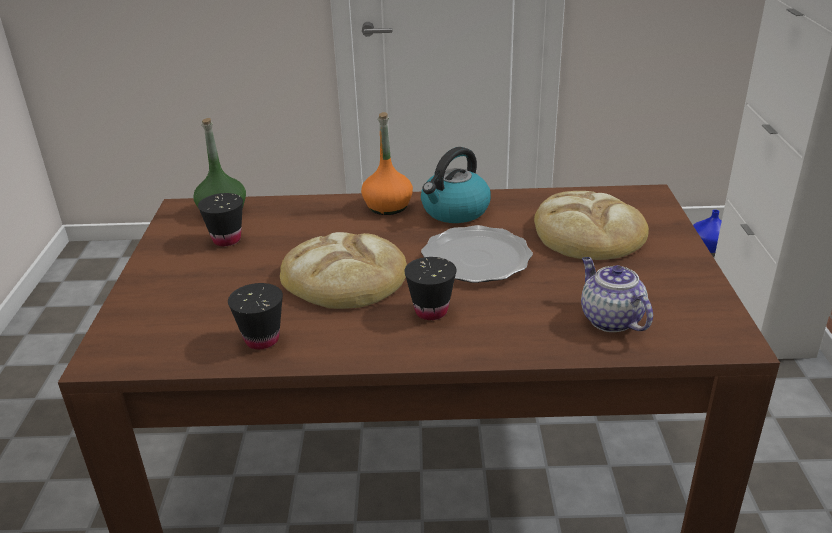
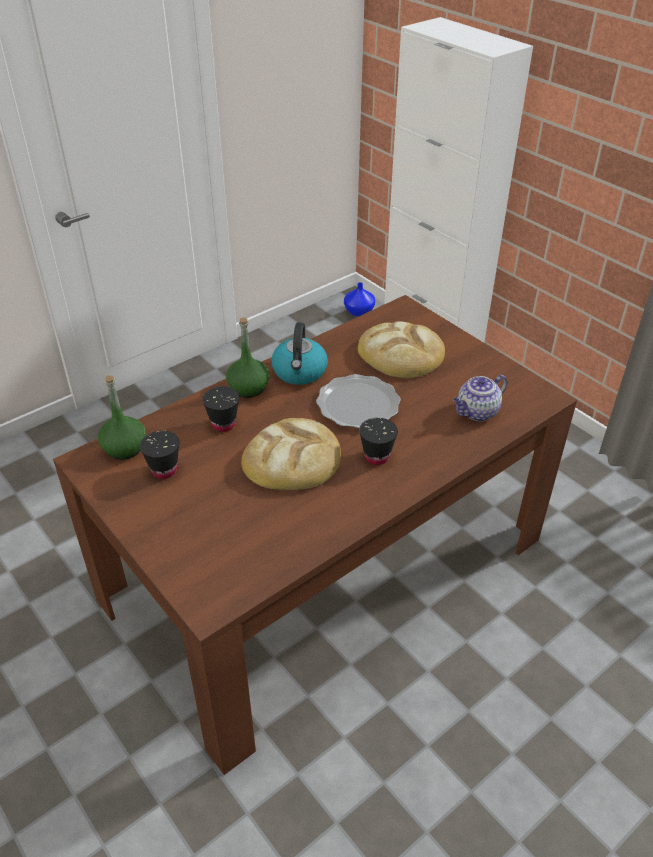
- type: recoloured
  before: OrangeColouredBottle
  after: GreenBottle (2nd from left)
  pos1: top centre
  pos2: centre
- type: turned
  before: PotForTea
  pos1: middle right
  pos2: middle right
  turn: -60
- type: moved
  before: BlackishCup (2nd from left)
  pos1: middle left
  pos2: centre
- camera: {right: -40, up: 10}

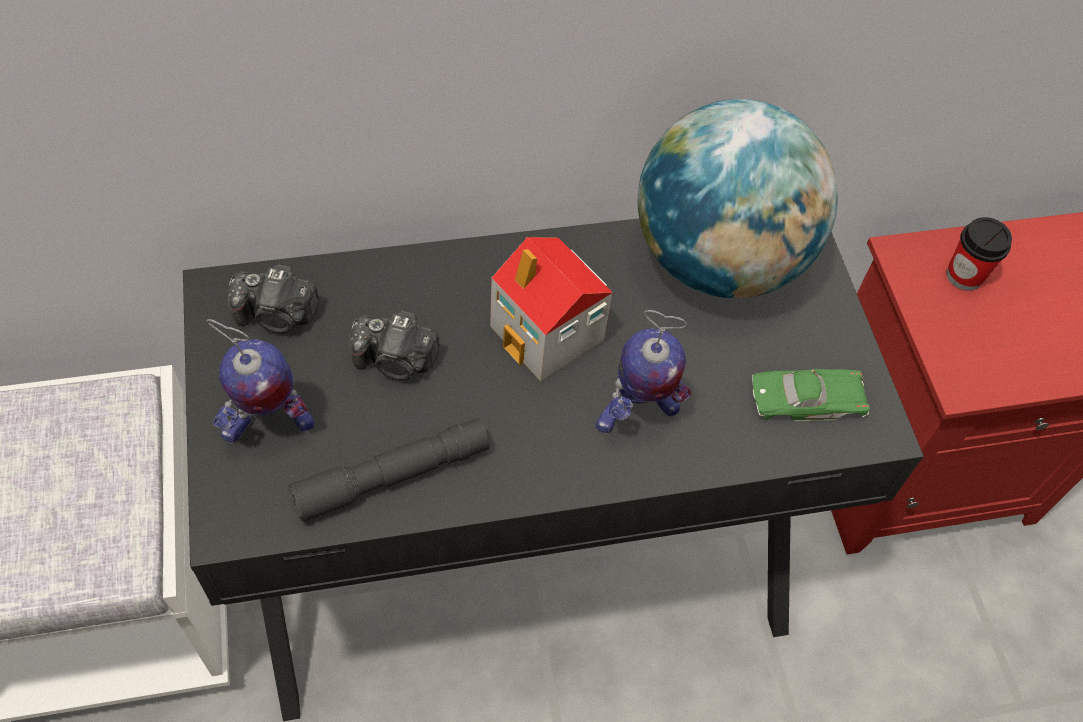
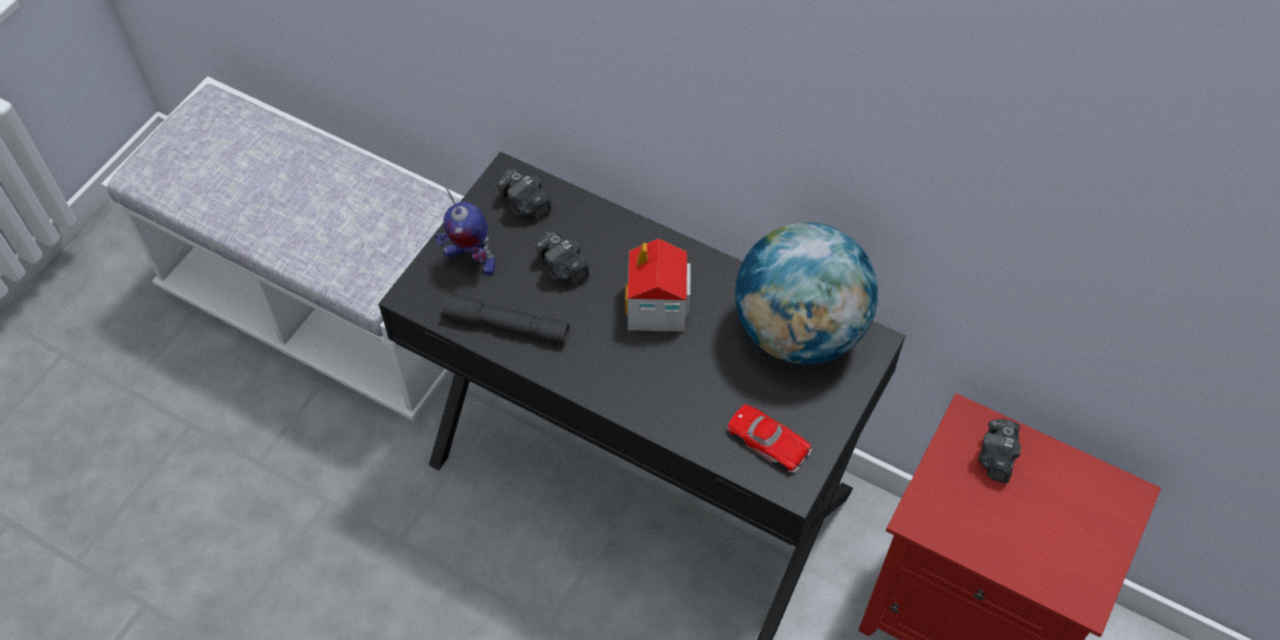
- type: replaced
  before: Cup
  after: PhotoCamera (3rd from left)
  pos1: middle right
  pos2: bottom right
- type: removed
  before: ModelRobot (2nd from left)
  pos1: centre
- type: recoloured
  before: GreenToyCar
  after: RedToyCar
  pos1: middle right
  pos2: bottom centre
- camera: {right: 45, up: 0}

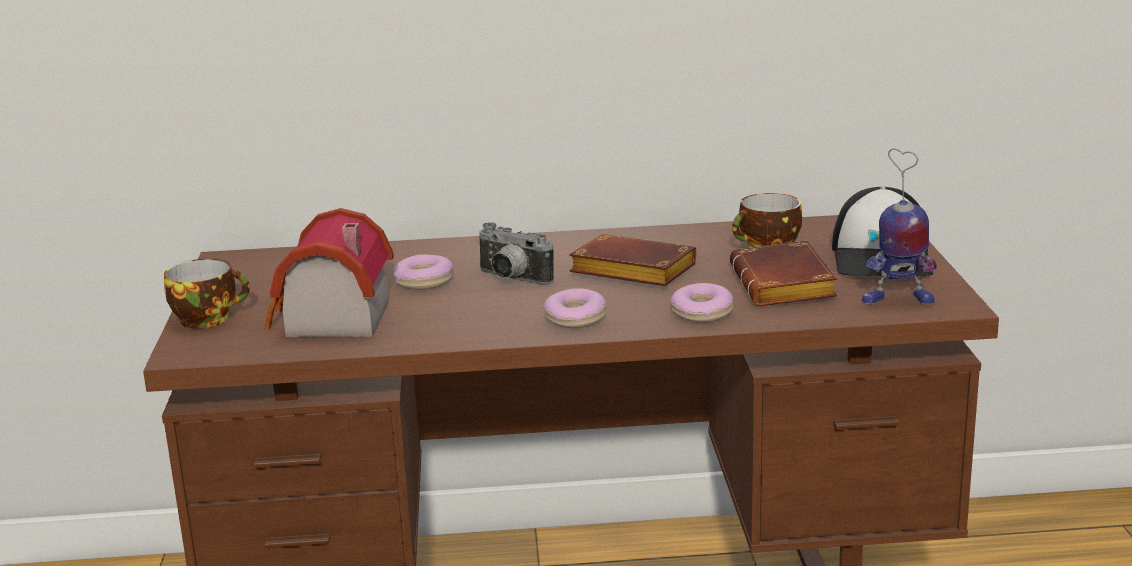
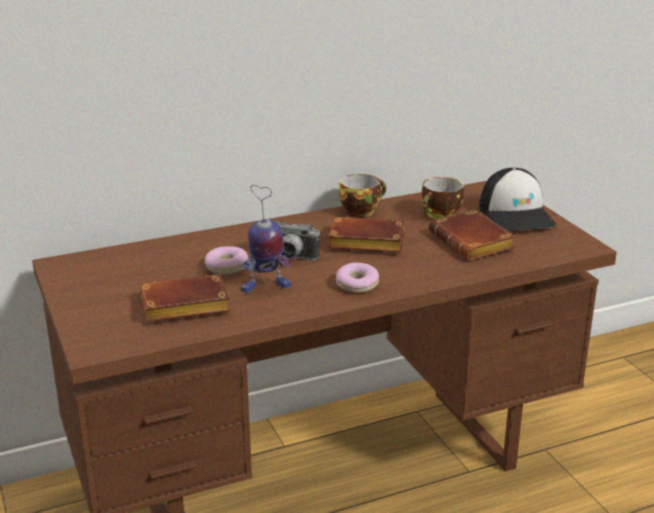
- type: moved
  before: ModelRobot
  pos1: middle right
  pos2: centre
- type: replaced
  before: ToyHouse
  after: BrownColouredVolume (1st from left)
  pos1: middle left
  pos2: middle left
- type: moved
  before: Cup (1st from left)
  pos1: middle left
  pos2: centre
- type: removed
  before: Doughnut (3rd from left)
  pos1: centre
- camera: {right: -20, up: 5}

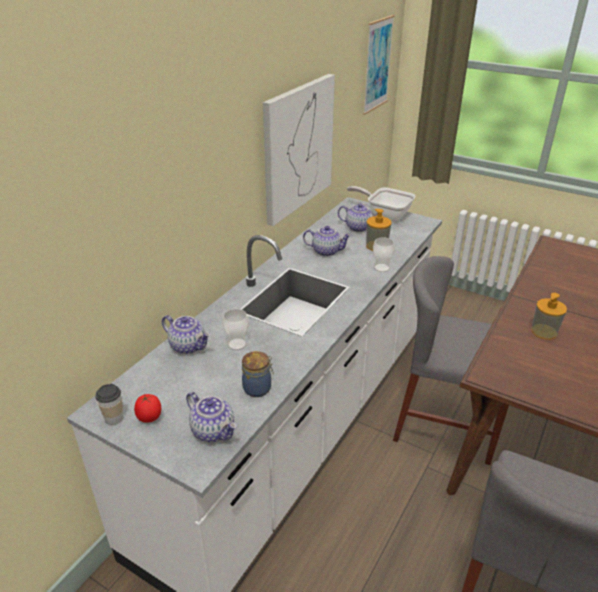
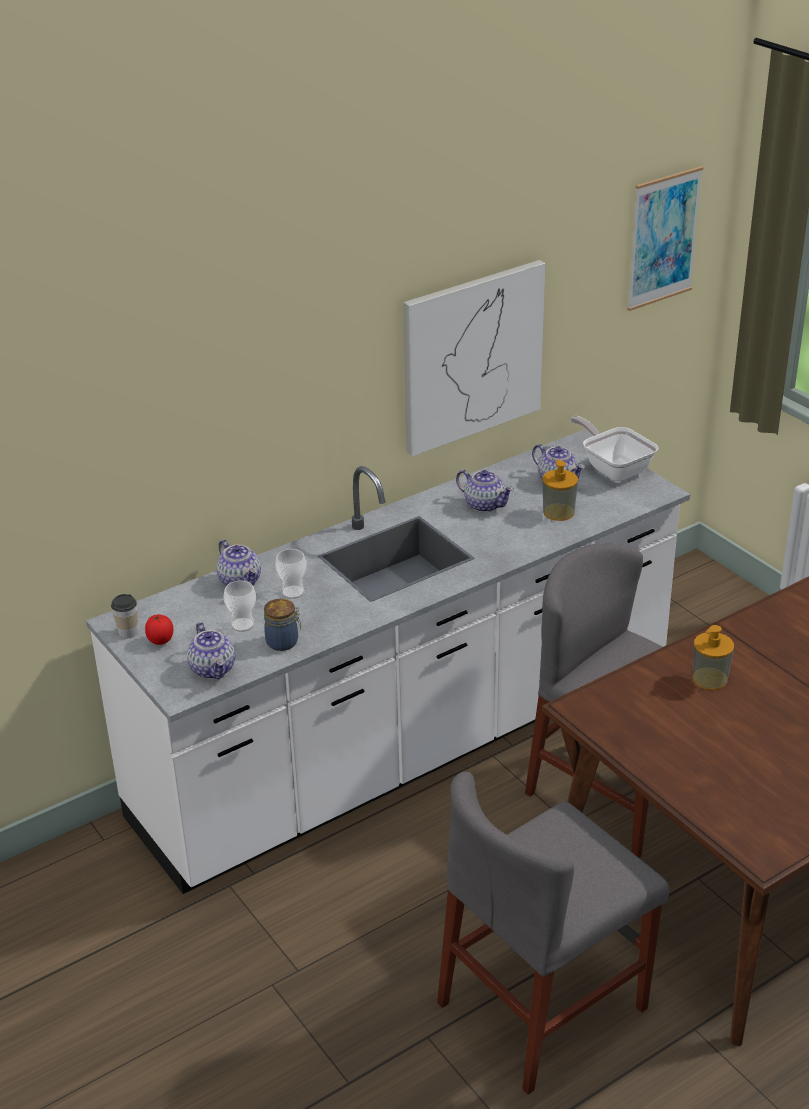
- type: moved
  before: Cup (3rd from left in the first image)
  after: Cup (2nd from left)
  pos1: centre
  pos2: middle left
- camera: {right: 25, up: 0}

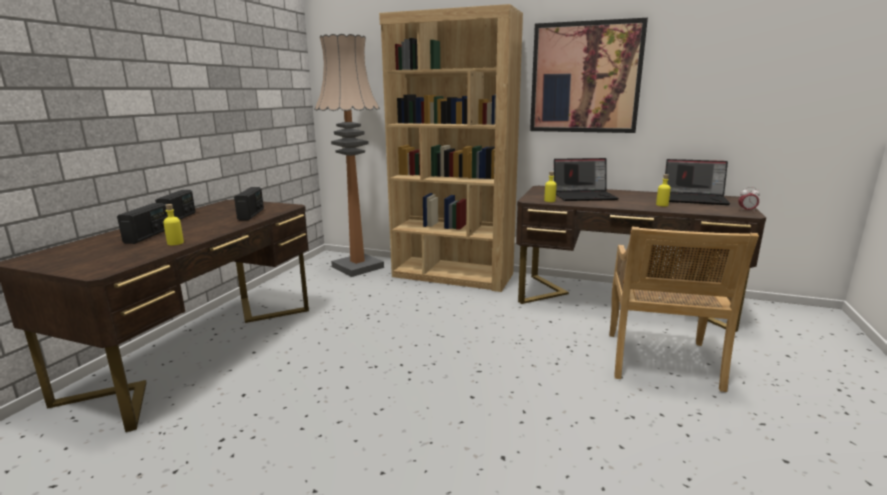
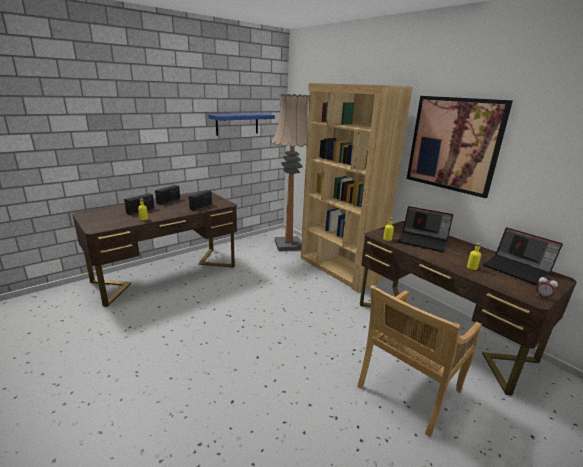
- type: added
  after: BluishWallShelf
  pos2: top centre
- camera: {right: 30, up: 5}

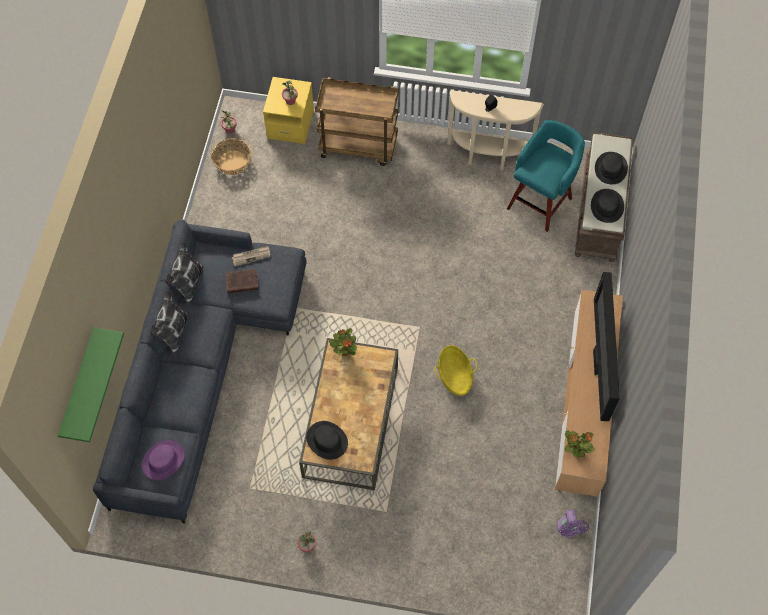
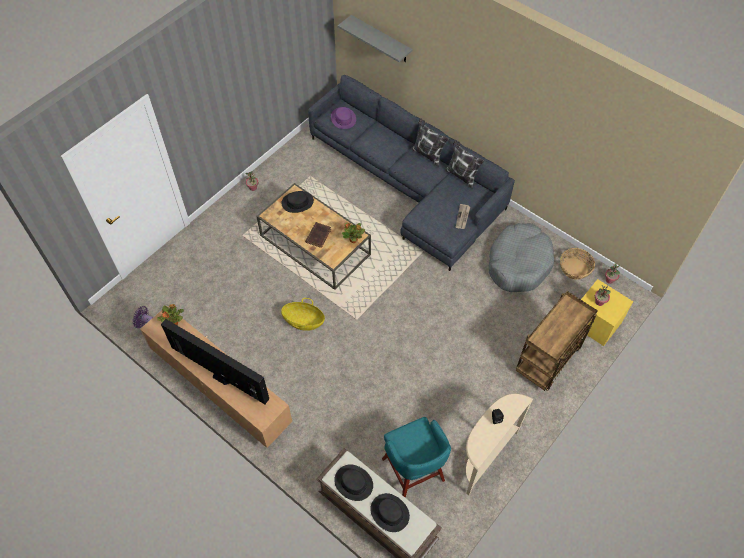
- type: moved
  before: BrownColouredVolume
  pos1: middle left
  pos2: centre
- type: recoloured
  before: GreenWallShelf
  after: GreyWallShelf
  pos1: middle left
  pos2: top centre
- type: added
  after: GreyPetBed
  pos2: middle right
- camera: {right: 120, up: -5}

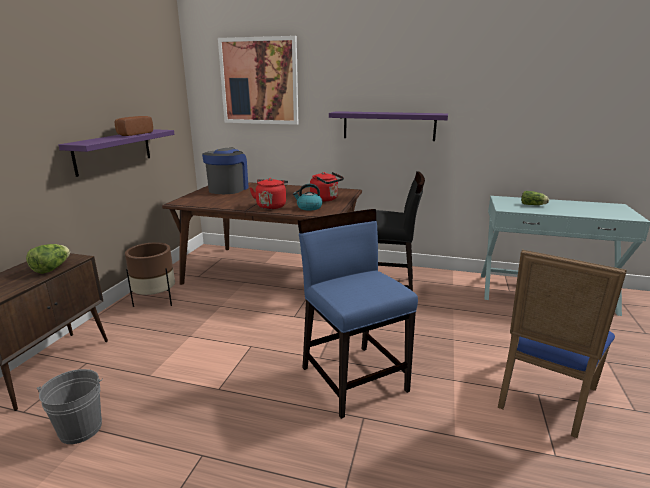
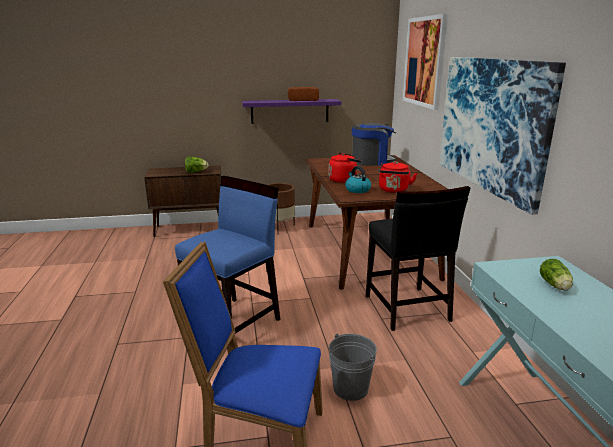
- type: replaced
  before: PurpleWallShelf (2nd from left)
  after: WallPicture (2nd from left)
  pos1: top centre
  pos2: top right
- type: moved
  before: GreyWaterBucket
  pos1: bottom left
  pos2: bottom centre
- camera: {right: 65, up: 0}

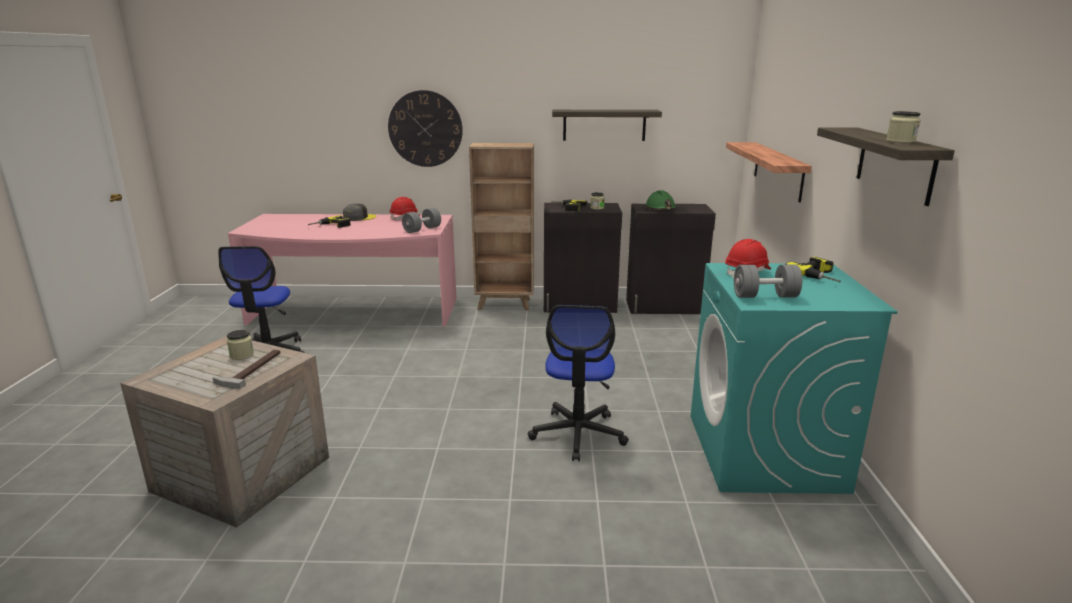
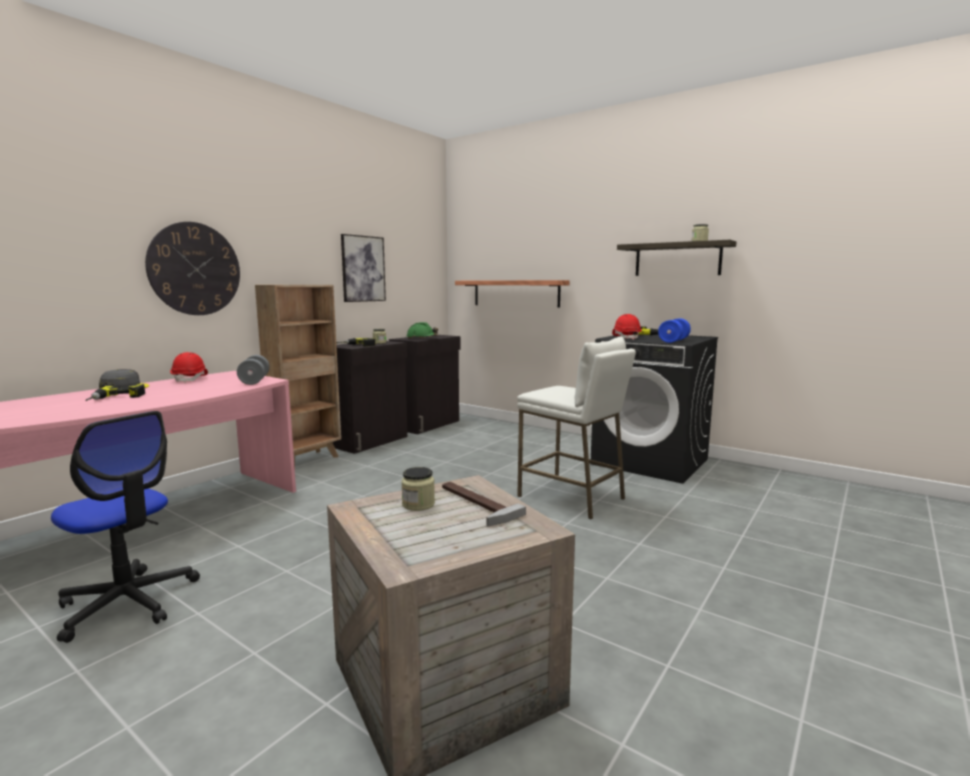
- type: replaced
  before: WallShelf (1st from left)
  after: WallPicture
  pos1: top centre
  pos2: centre
- type: recoloured
  before: TurquoiseLaundryAppliance
  after: BlackishLaundryAppliance
  pos1: middle right
  pos2: middle right
- type: recoloured
  before: GreyDumbbell (2nd from left)
  after: BluishDumbbell
  pos1: middle right
  pos2: middle right
- type: replaced
  before: DeskChair (2nd from left)
  after: WhiteColouredSittingStool
  pos1: centre
  pos2: centre
- camera: {right: -55, up: -10}

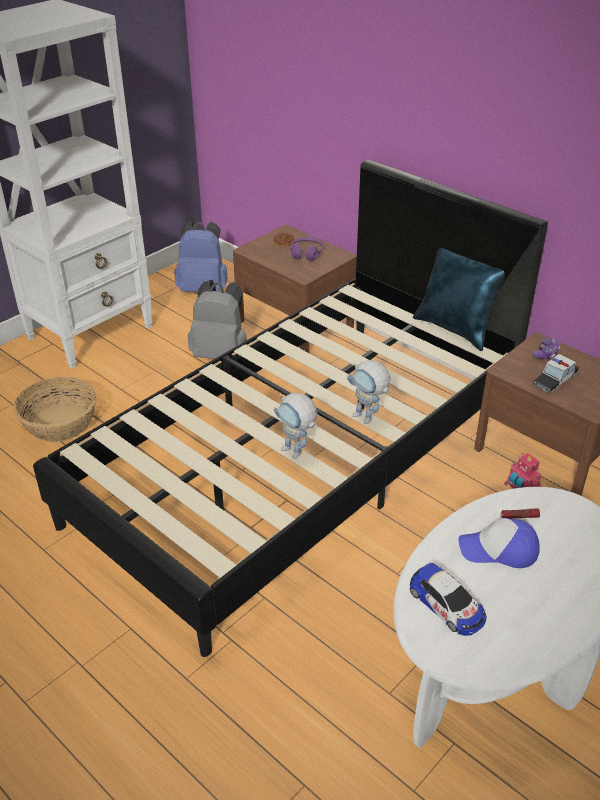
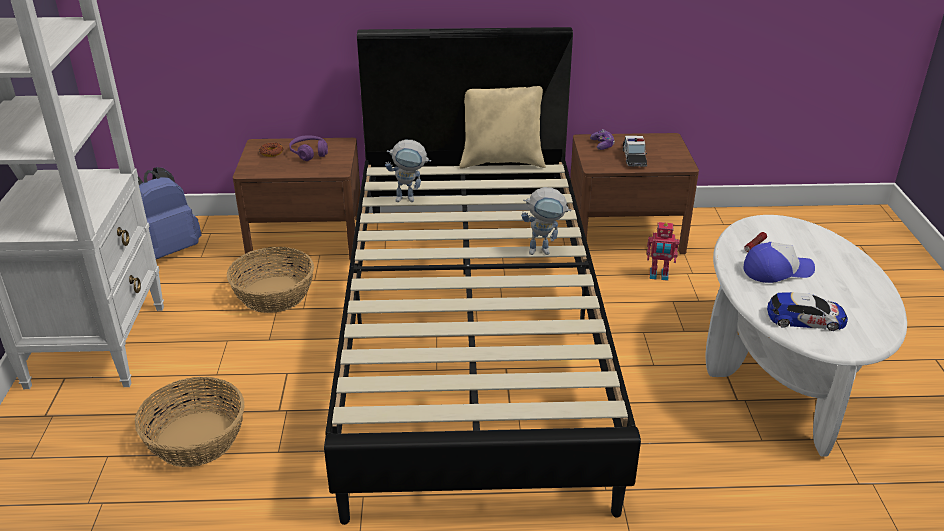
- type: recoloured
  before: BluishCushion
  after: SandColouredCushion
  pos1: middle right
  pos2: top centre
- type: replaced
  before: GreyKnapsack
  after: StorageBasket (2nd from left)
  pos1: centre
  pos2: middle left
- type: moved
  before: ModelRobot (1st from left)
  pos1: centre
  pos2: top centre
- type: turned
  before: Cap
  pos1: bottom right
  pos2: middle right
  turn: -150
- camera: {right: -45, up: -5}

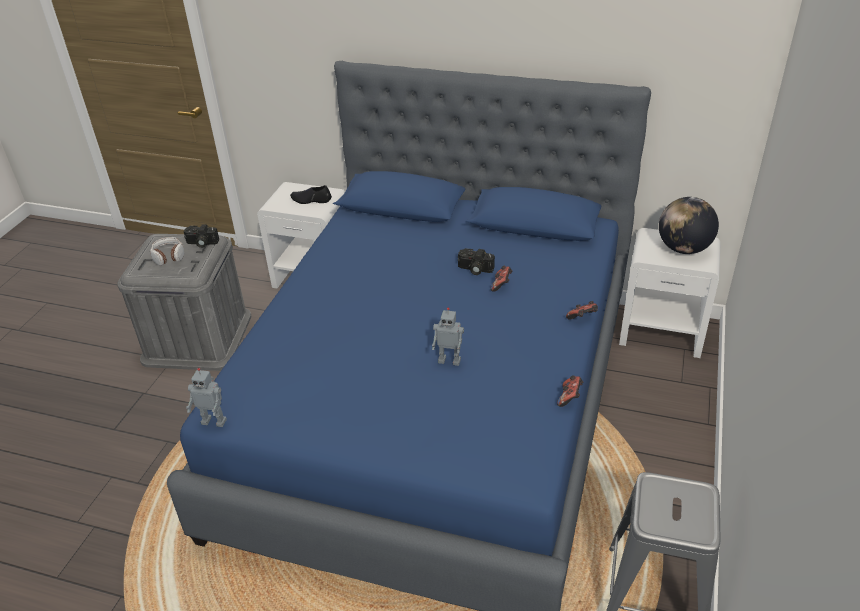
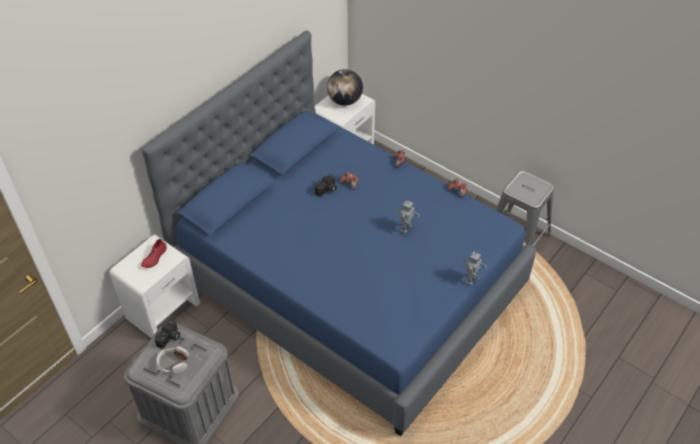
- type: recoloured
  before: BlackishShoe
  after: RedShoe
  pos1: top centre
  pos2: middle left
- type: moved
  before: ModelRobot (1st from left in the first image)
  after: ModelRobot (2nd from left)
  pos1: middle left
  pos2: middle right
- camera: {right: -70, up: 10}

